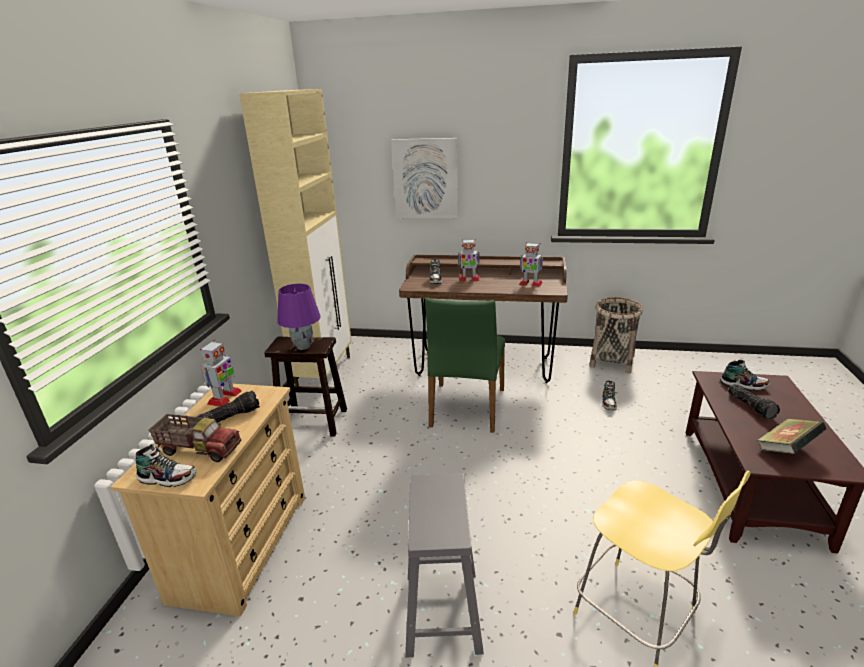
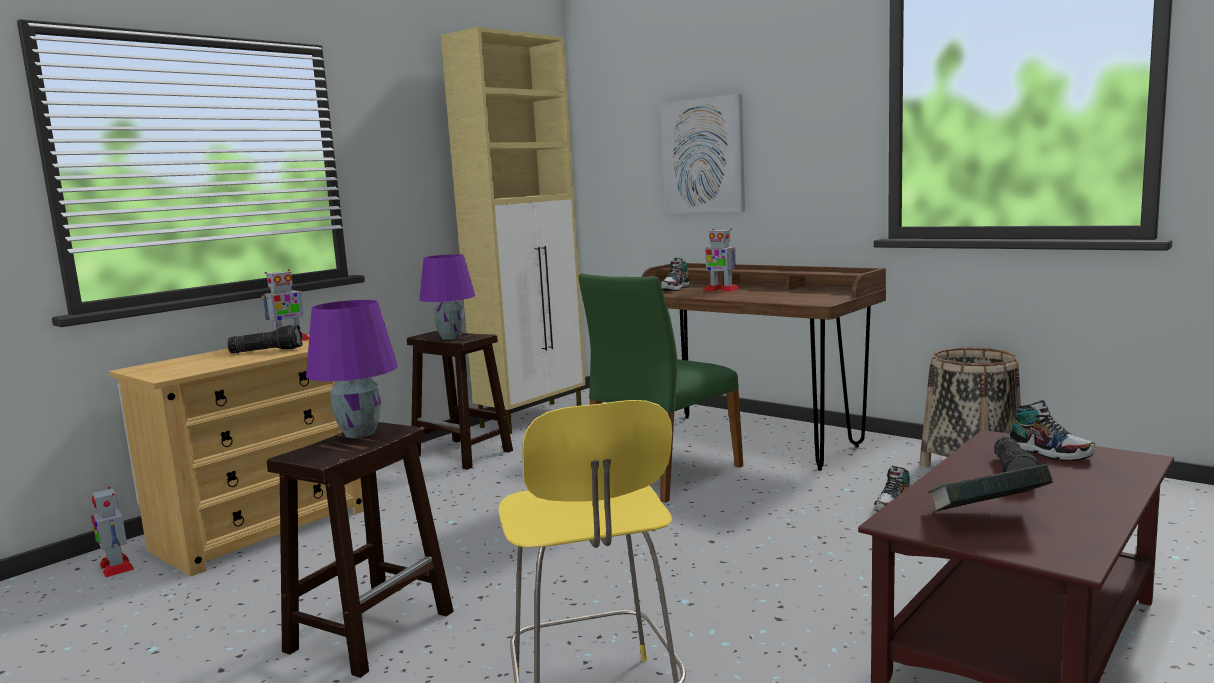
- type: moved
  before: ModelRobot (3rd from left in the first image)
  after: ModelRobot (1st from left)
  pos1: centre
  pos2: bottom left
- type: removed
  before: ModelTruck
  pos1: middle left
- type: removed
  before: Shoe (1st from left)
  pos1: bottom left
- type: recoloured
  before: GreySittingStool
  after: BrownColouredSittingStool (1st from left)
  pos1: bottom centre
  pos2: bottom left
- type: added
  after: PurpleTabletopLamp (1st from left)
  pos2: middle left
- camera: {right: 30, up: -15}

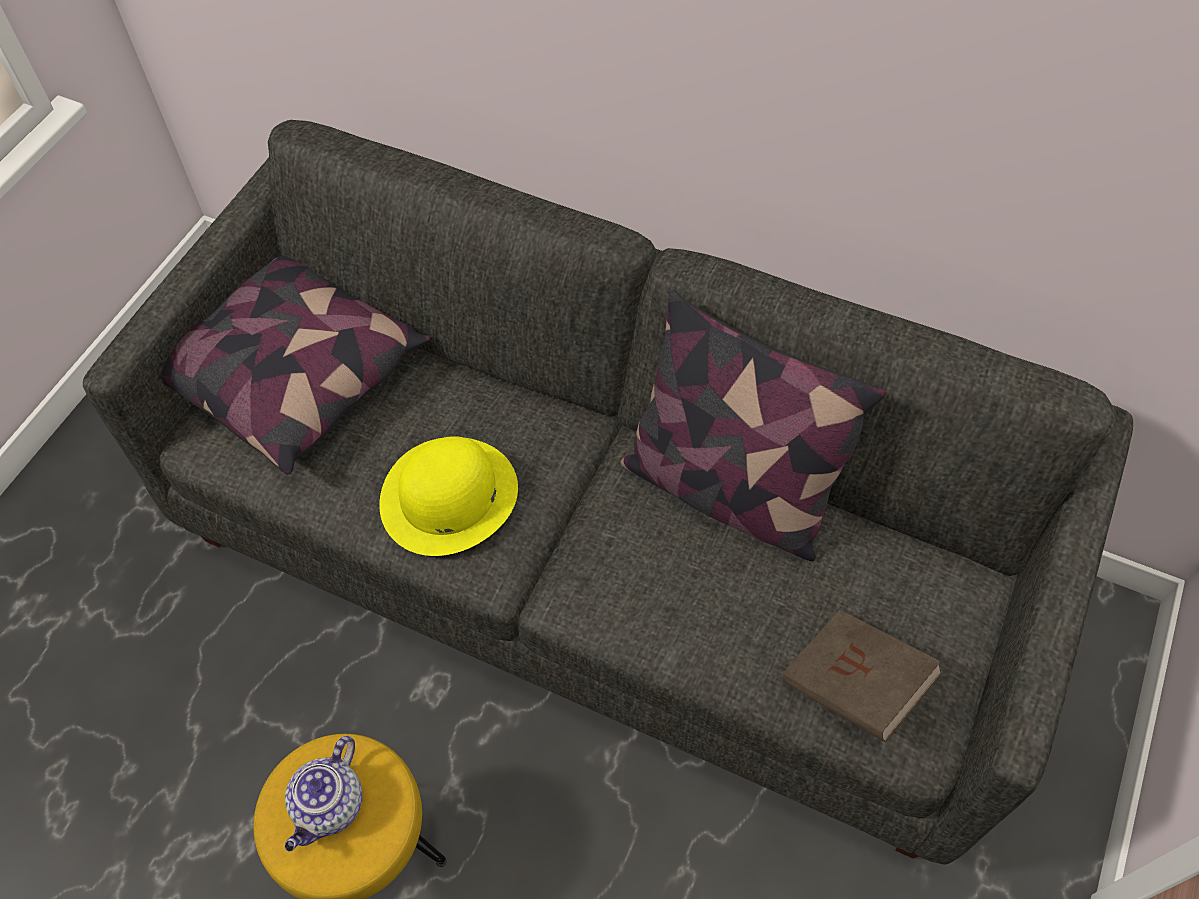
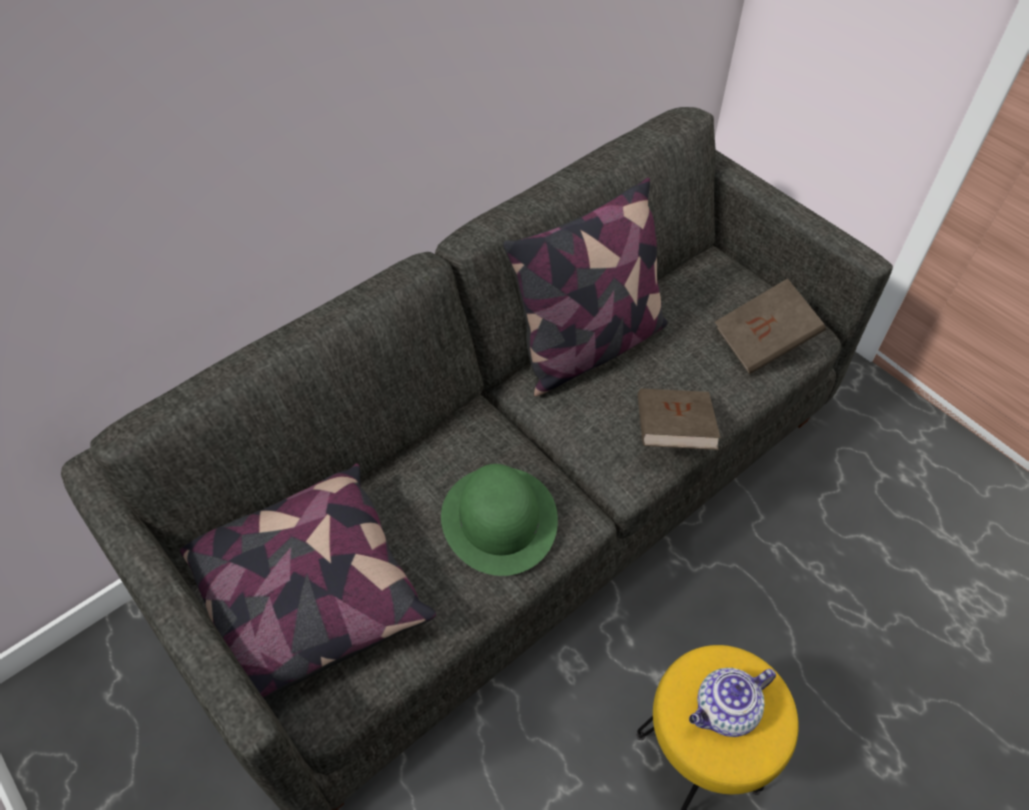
- type: recoloured
  before: YellowishClothingHat
  after: GreenClothingHat
  pos1: centre
  pos2: centre
- type: turned
  before: PotForTea
  pos1: bottom left
  pos2: bottom right
  turn: 105
- type: added
  after: BrownColouredVolume (1st from left)
  pos2: centre
- camera: {right: -65, up: -5}

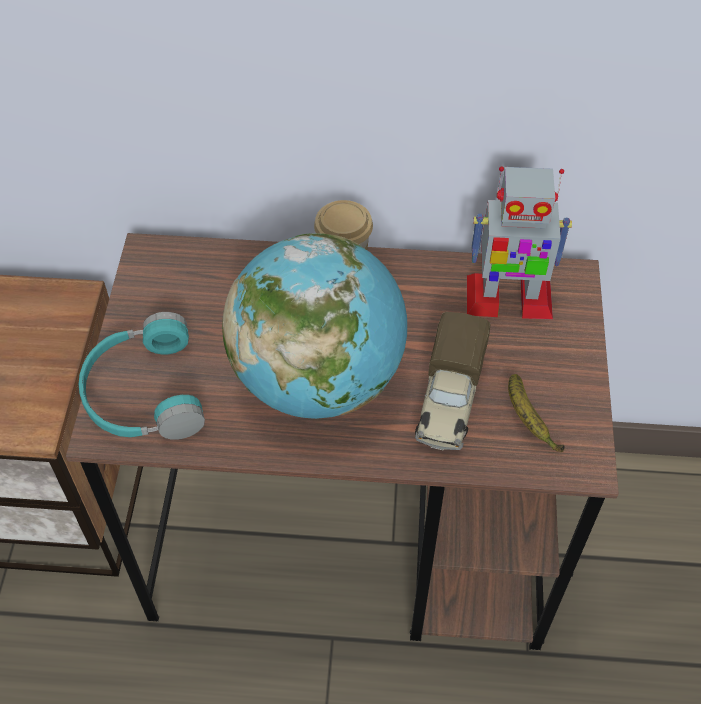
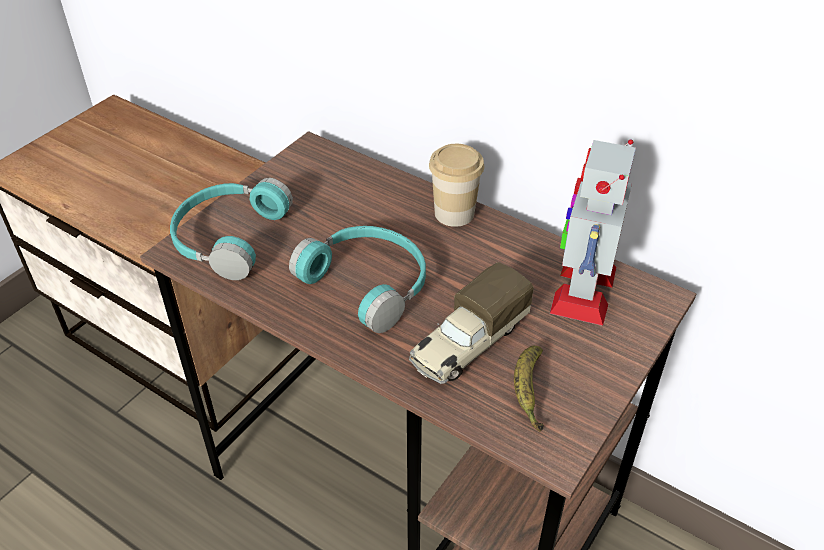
- type: turned
  before: ModelRobot
  pos1: middle right
  pos2: middle right
  turn: 75
- type: replaced
  before: WorldGlobe
  after: TurquoiseHeadphones (2nd from left)
  pos1: centre
  pos2: centre
- camera: {right: 30, up: -10}

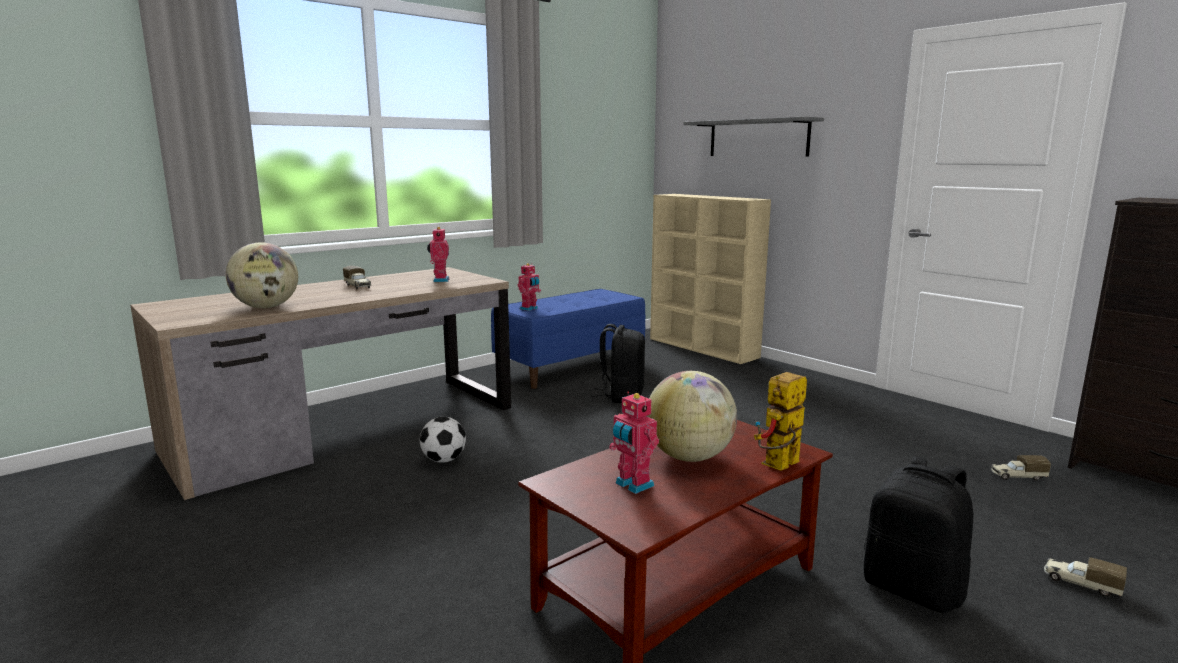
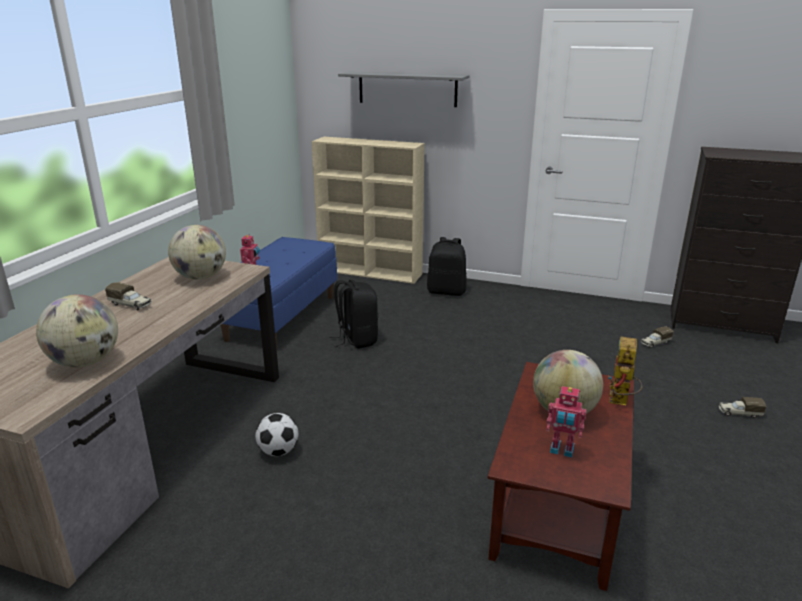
- type: replaced
  before: ModelRobot (1st from left)
  after: WorldGlobe (2nd from left)
  pos1: centre
  pos2: middle left
- type: moved
  before: BlackishKnapsack (2nd from left)
  pos1: bottom right
  pos2: centre
- camera: {right: -30, up: 10}

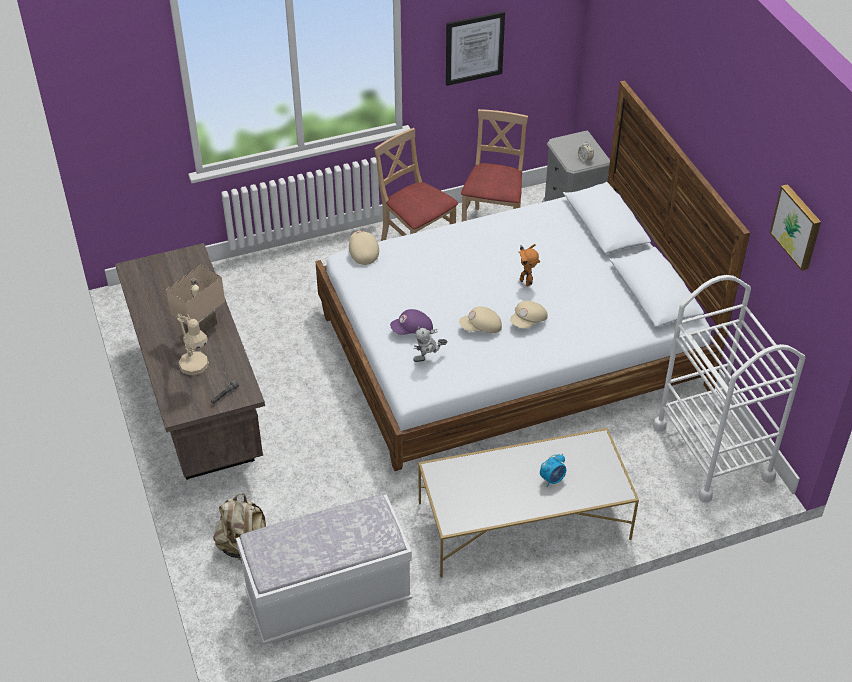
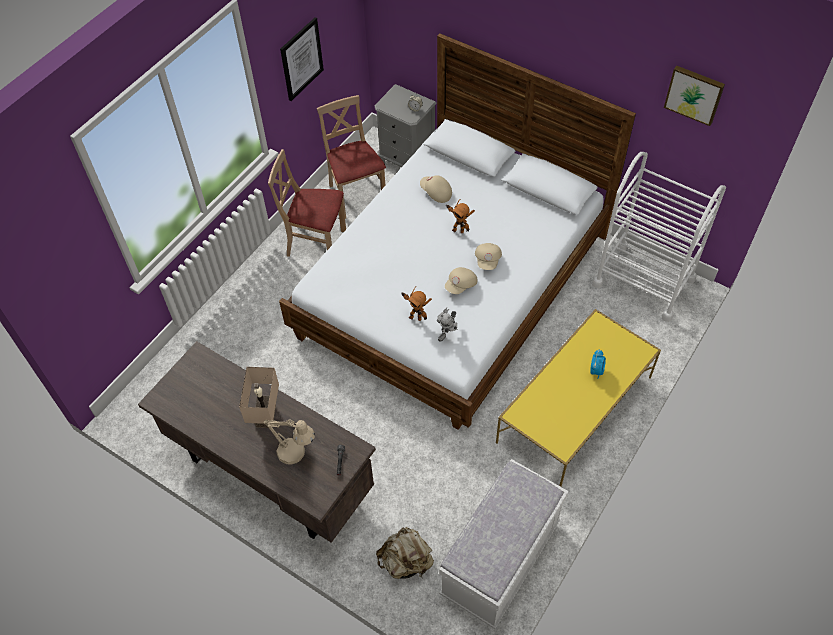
- type: moved
  before: SandColouredCap (1st from left)
  pos1: centre
  pos2: top centre
- type: replaced
  before: PurpleCap
  after: ModelRobot (1st from left)
  pos1: centre
  pos2: centre
- type: recoloured
  before: WhiteColouredLowTable
  after: YellowishLowTable
  pos1: bottom centre
  pos2: middle right
- camera: {right: -35, up: 10}

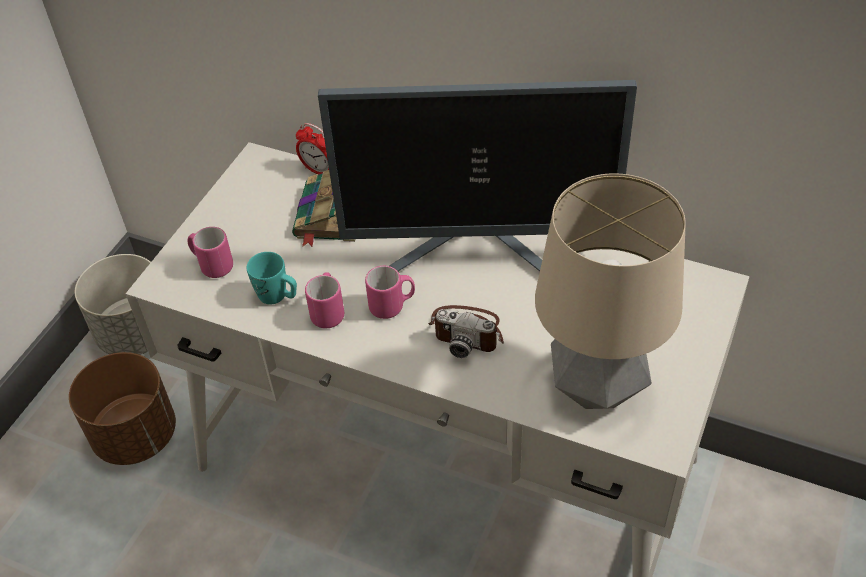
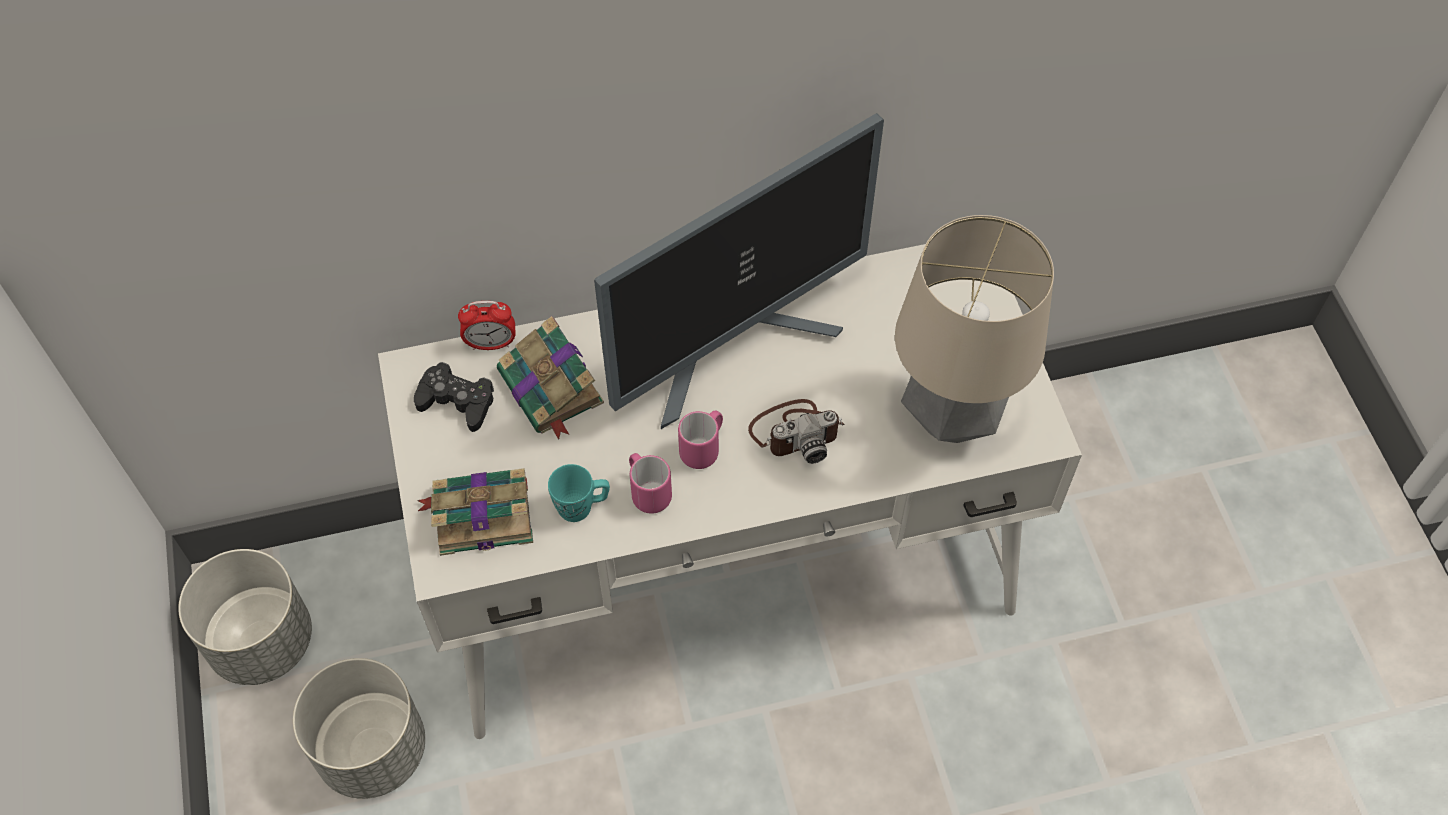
- type: replaced
  before: PinkColouredMug (1st from left)
  after: Volume (1st from left)
  pos1: middle left
  pos2: middle left
- type: recoloured
  before: BrownColouredFlowerPot
  after: GreyFlowerPot (2nd from left)
  pos1: bottom left
  pos2: bottom left
- type: added
  after: BlackishGameController
  pos2: middle left
- camera: {right: -40, up: 10}

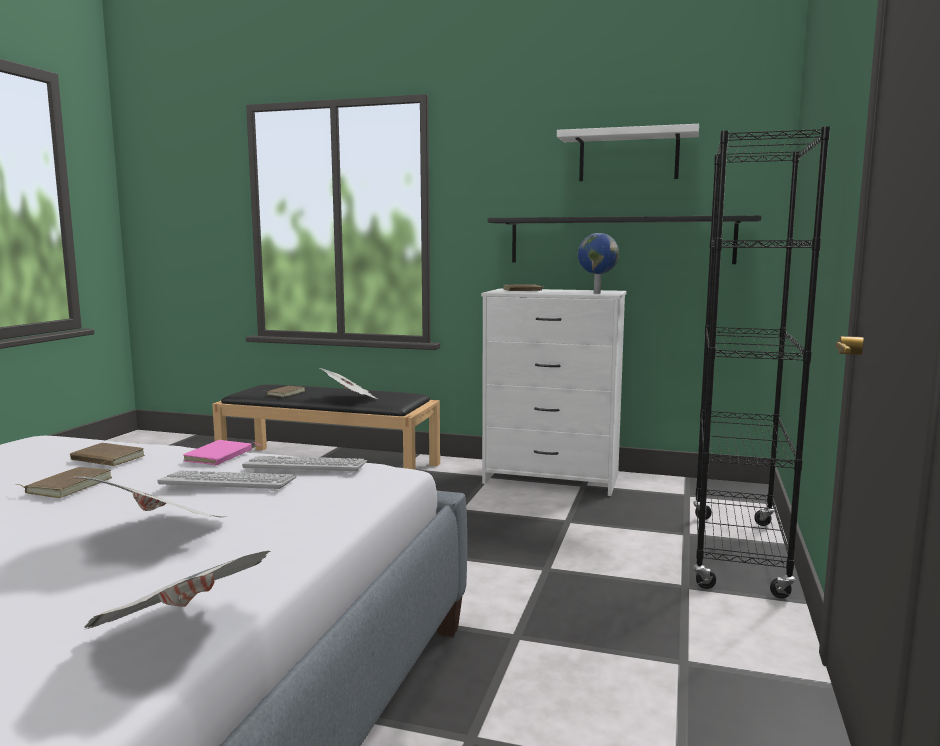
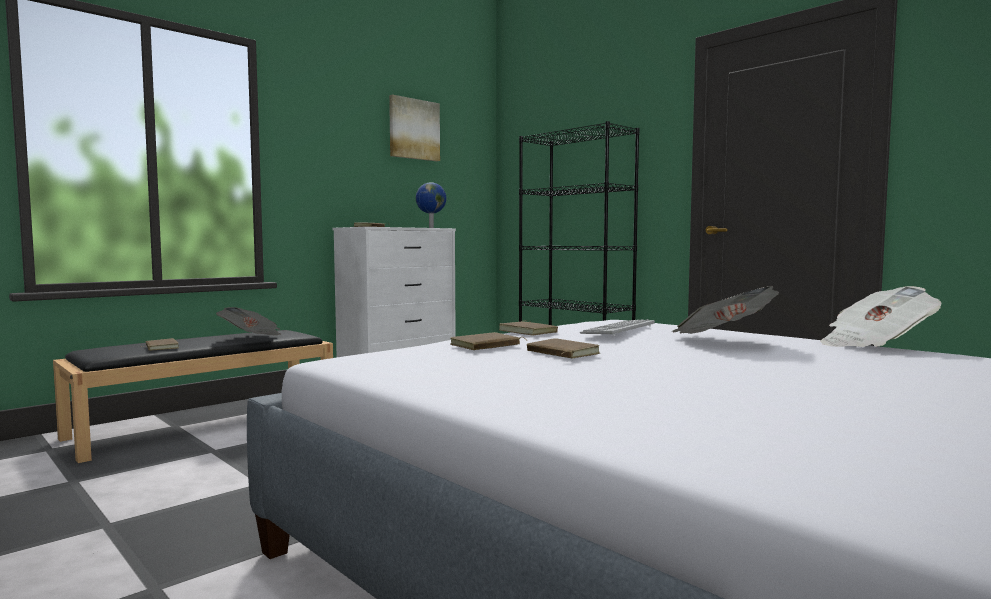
- type: replaced
  before: WhiteColouredWallShelf
  after: WallPicture
  pos1: top right
  pos2: top centre
- type: removed
  before: BlackishWallShelf
  pos1: top centre
- type: recoloured
  before: PinkColouredVolume
  after: BrownColouredVolume (4th from left)
  pos1: middle left
  pos2: centre
- type: removed
  before: PcKeyboard (2nd from left)
  pos1: middle left
- camera: {right: -60, up: -5}

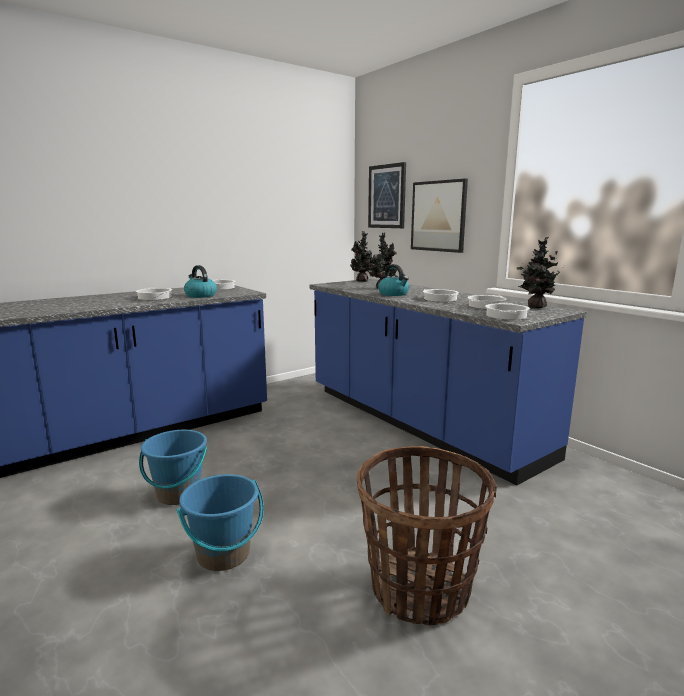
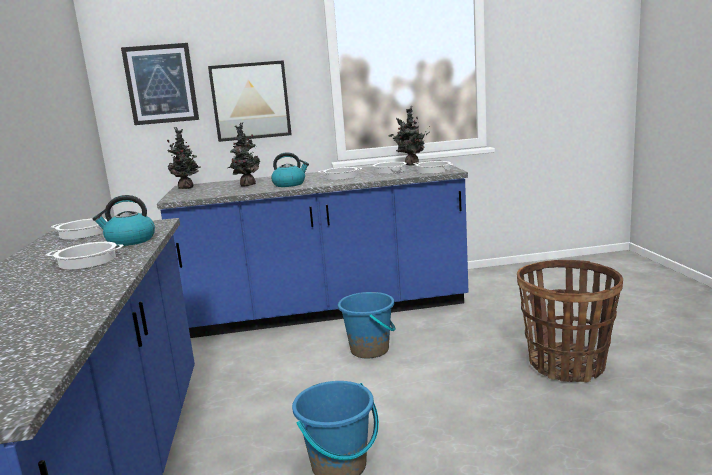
- type: moved
  before: BluishWaterBucket (2nd from left)
  pos1: bottom left
  pos2: bottom centre
- camera: {right: -60, up: 0}

